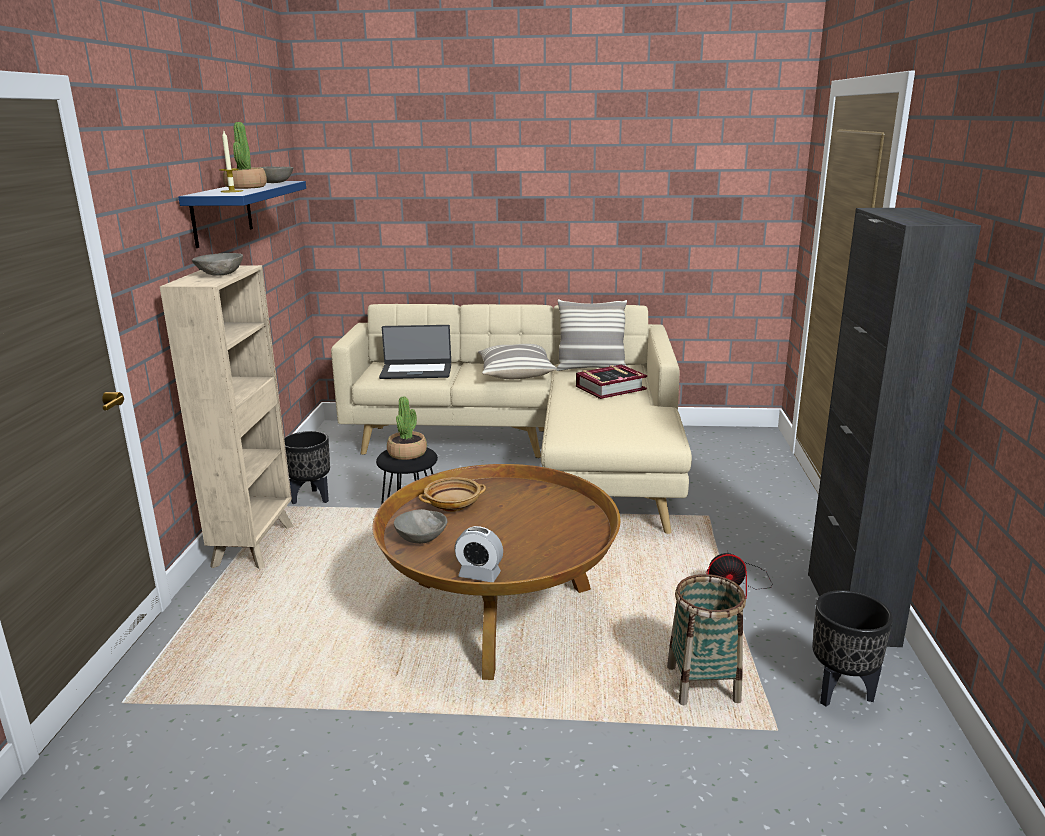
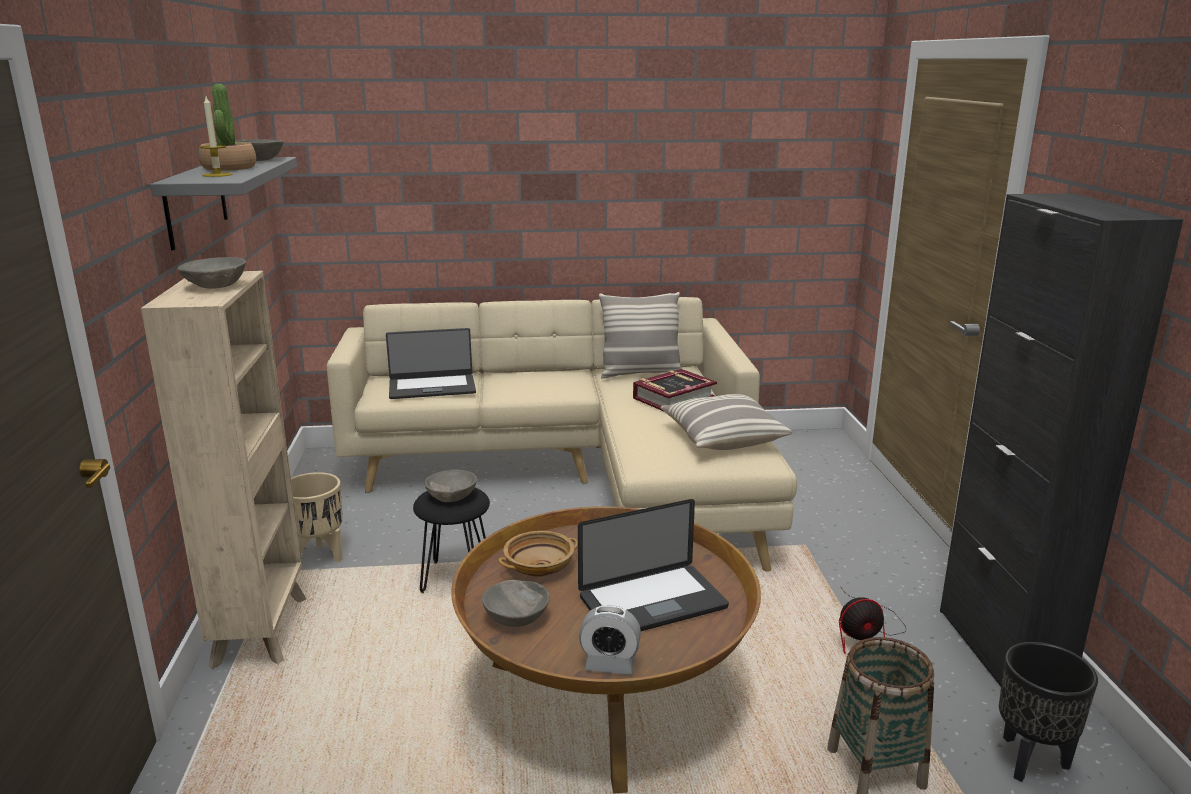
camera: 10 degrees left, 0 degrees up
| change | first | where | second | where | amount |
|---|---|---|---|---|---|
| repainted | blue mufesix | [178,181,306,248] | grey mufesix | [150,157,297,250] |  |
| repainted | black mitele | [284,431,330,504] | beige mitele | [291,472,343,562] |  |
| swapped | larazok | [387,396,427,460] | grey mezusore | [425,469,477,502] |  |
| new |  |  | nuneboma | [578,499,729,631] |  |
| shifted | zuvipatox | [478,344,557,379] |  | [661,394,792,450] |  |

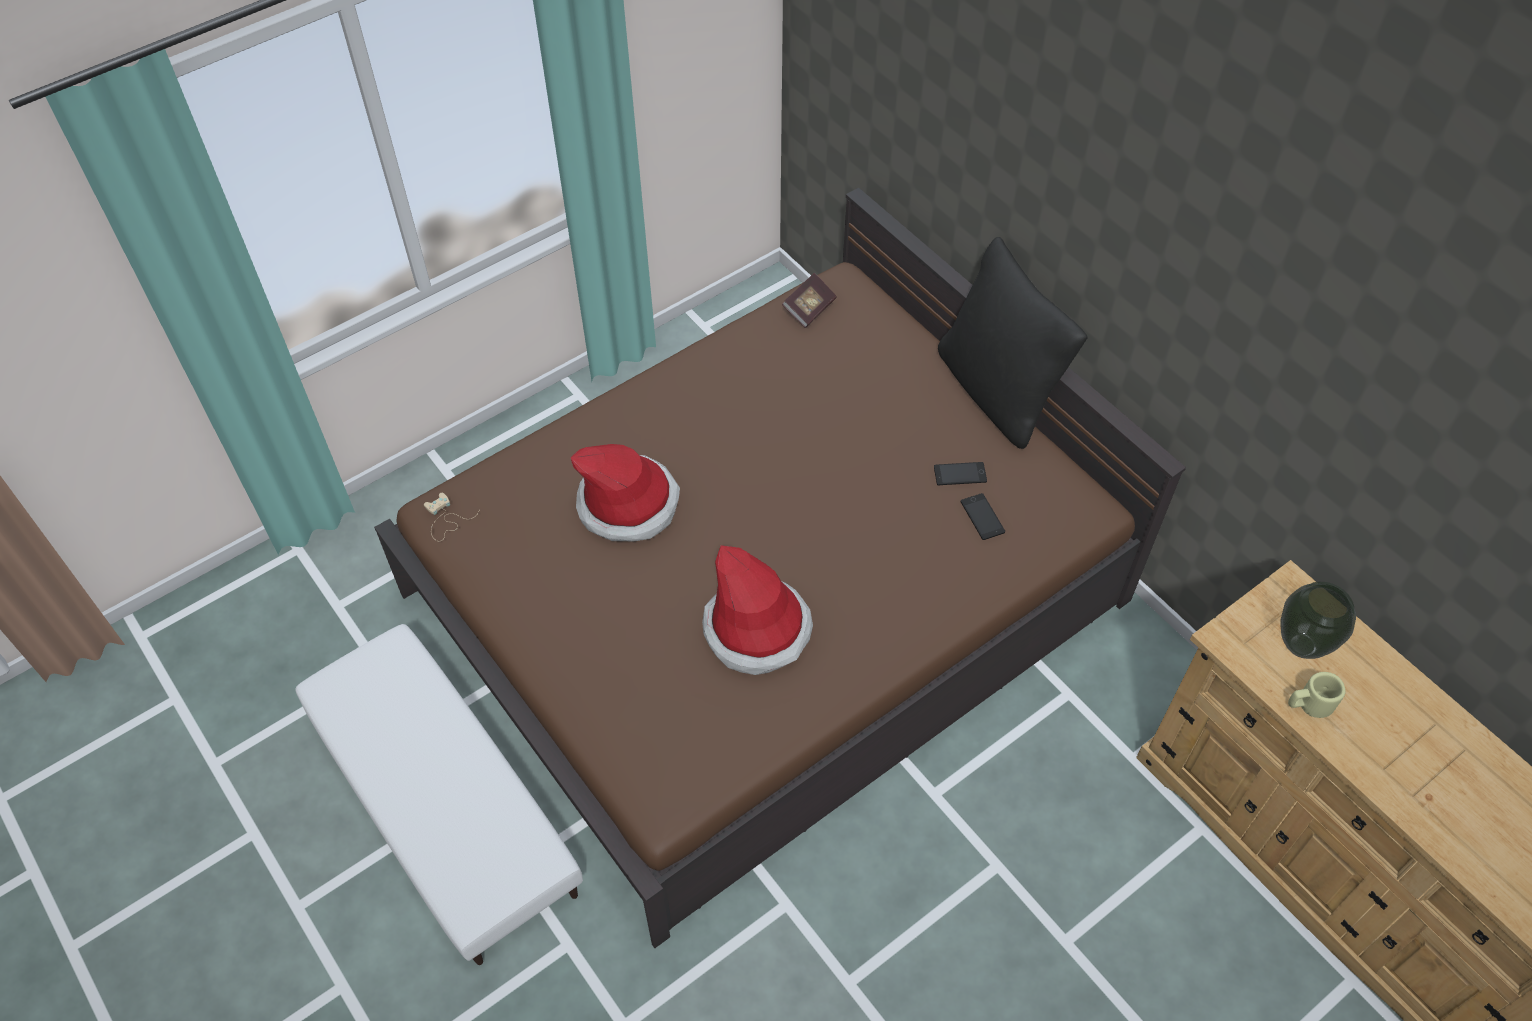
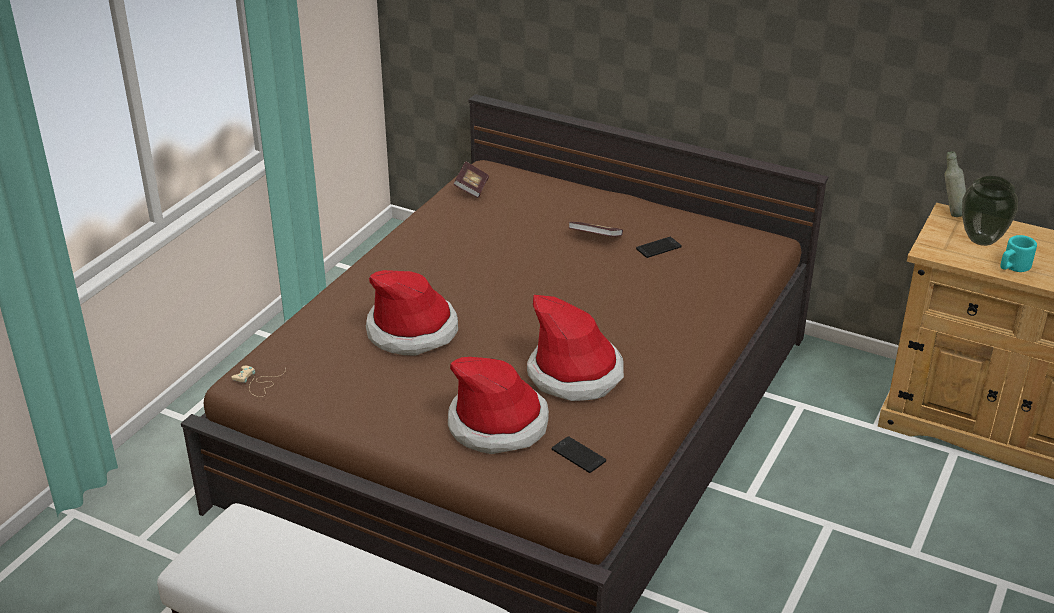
camera: 25 degrees left, 20 degrees down
| change | first | where | second | where | amount |
|---|---|---|---|---|---|
| new |  |  | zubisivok | [448,357,549,454] |  |
| shifted | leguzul | [961,493,1005,540] |  | [552,436,606,473] |  |
| new |  |  | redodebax | [568,222,623,237] |  |
| new |  |  | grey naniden | [944,151,966,217] |  |
| repainted | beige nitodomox | [1288,672,1346,718] | turquoise nitodomox | [1000,235,1037,272] |  |
| gone | black zuvipatox | [938,237,1088,449] |  |  |  |

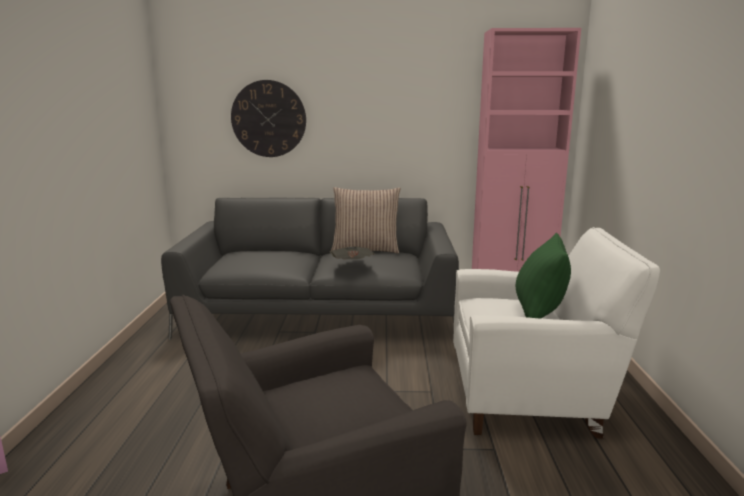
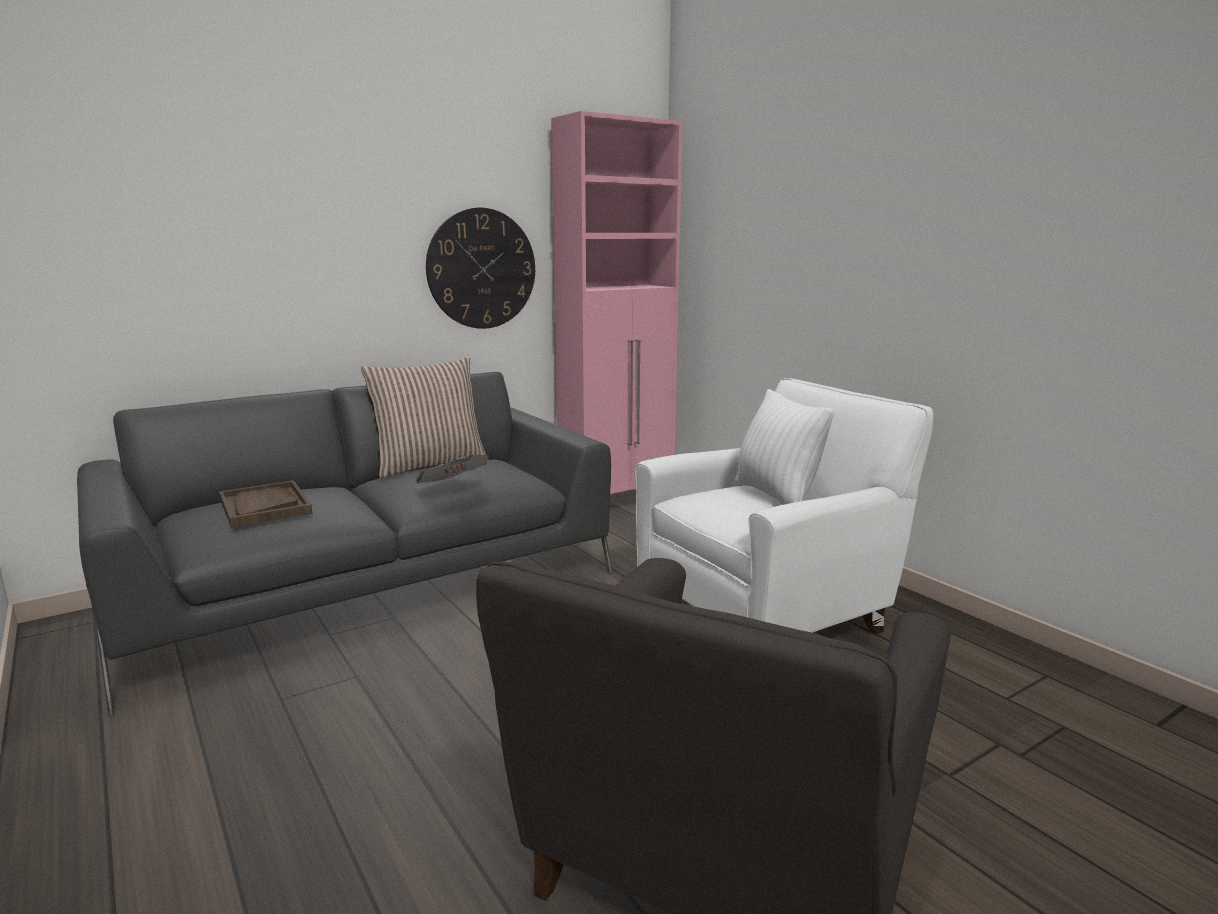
camera: 35 degrees left, 0 degrees up
| change | first | where | second | where | amount |
|---|---|---|---|---|---|
| new |  |  | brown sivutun | [219,480,313,528] |  |
| shifted | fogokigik | [231,80,306,157] |  | [426,208,535,329] |  |
| repainted | green zuvipatox | [516,233,571,318] | white zuvipatox | [735,389,834,505] |  |

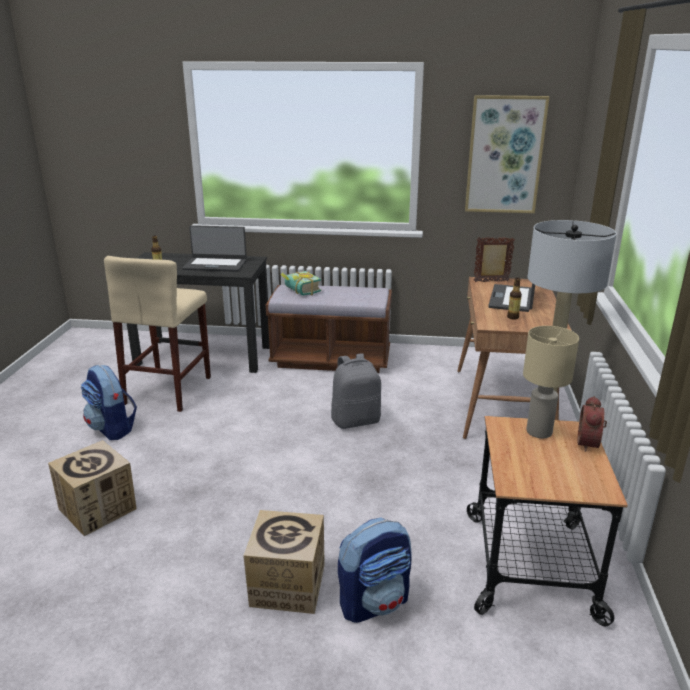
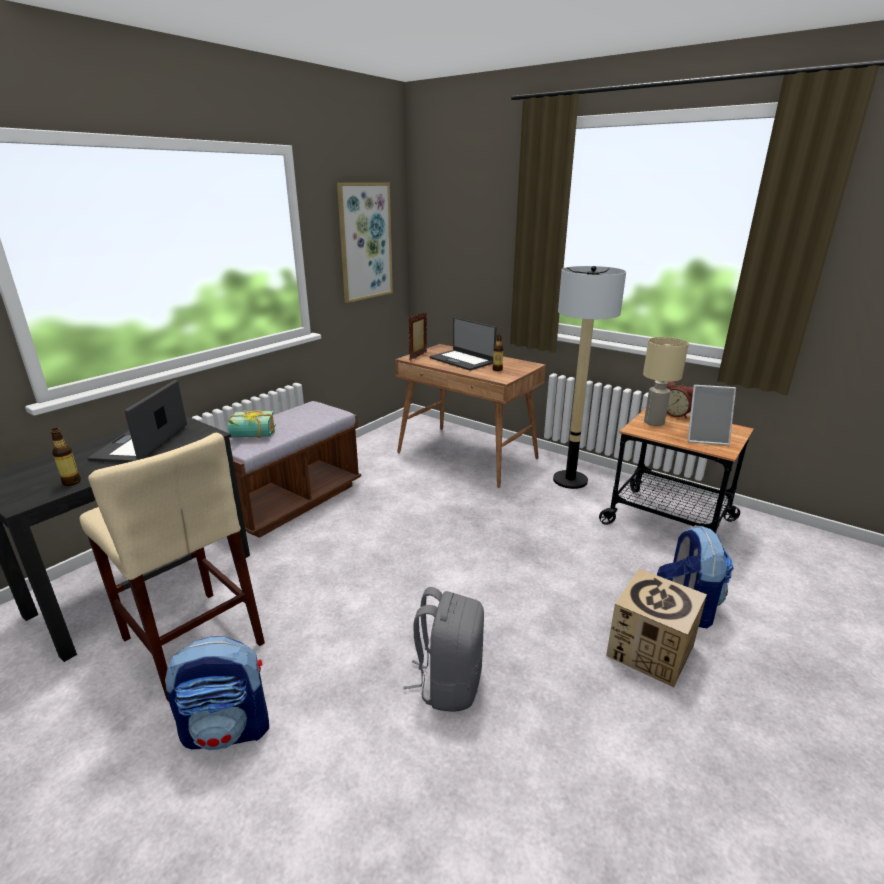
camera: 60 degrees left, 0 degrees up
| change | first | where | second | where | amount |
|---|---|---|---|---|---|
| rotated | nuneboma | [182,225,247,272] |  | [87,380,187,463] | 150 degrees clockwise |
| shifted | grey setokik | [331,353,381,429] |  | [403,587,484,712] |  |
| new |  |  | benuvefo | [688,385,736,446] |  |
| gone | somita | [48,440,137,536] |  |  |  |

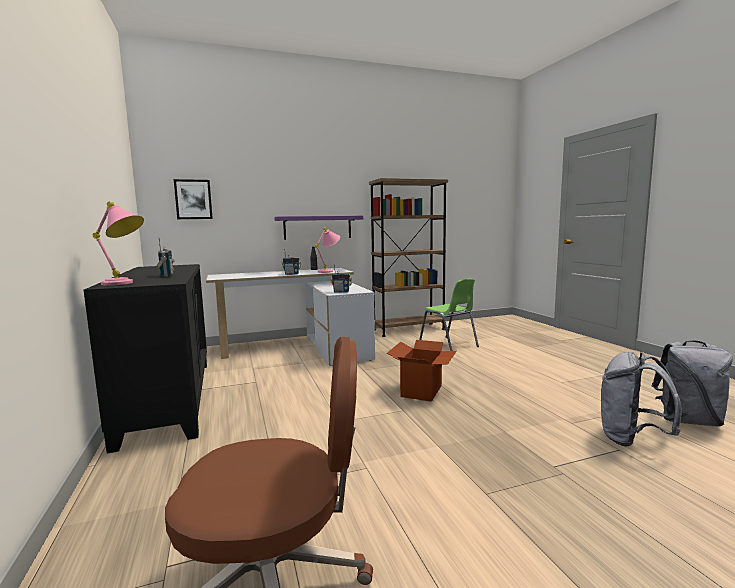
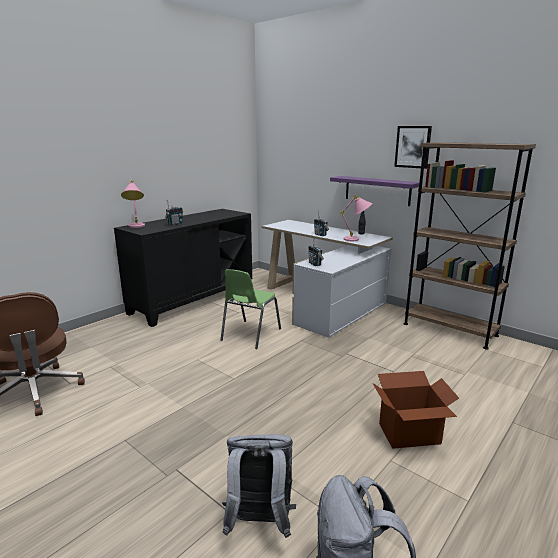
camera: 60 degrees right, 10 degrees up
| change | first | where | second | where | amount |
|---|---|---|---|---|---|
| shifted | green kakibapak | [419,279,479,351] |  | [220,269,281,349] |  |
| shifted | somita | [387,340,457,402] |  | [372,371,459,449] |  |
| shifted | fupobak | [174,179,213,219] |  | [394,126,432,169] |  |

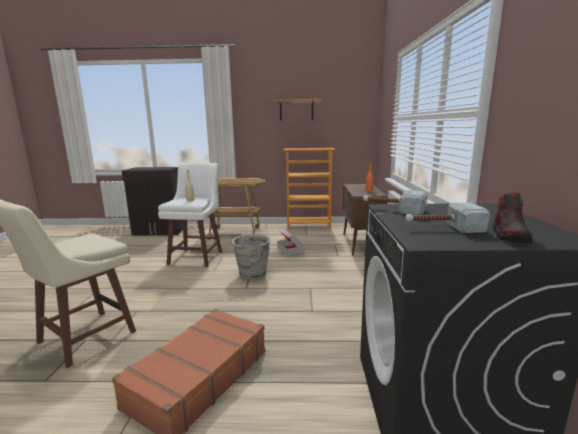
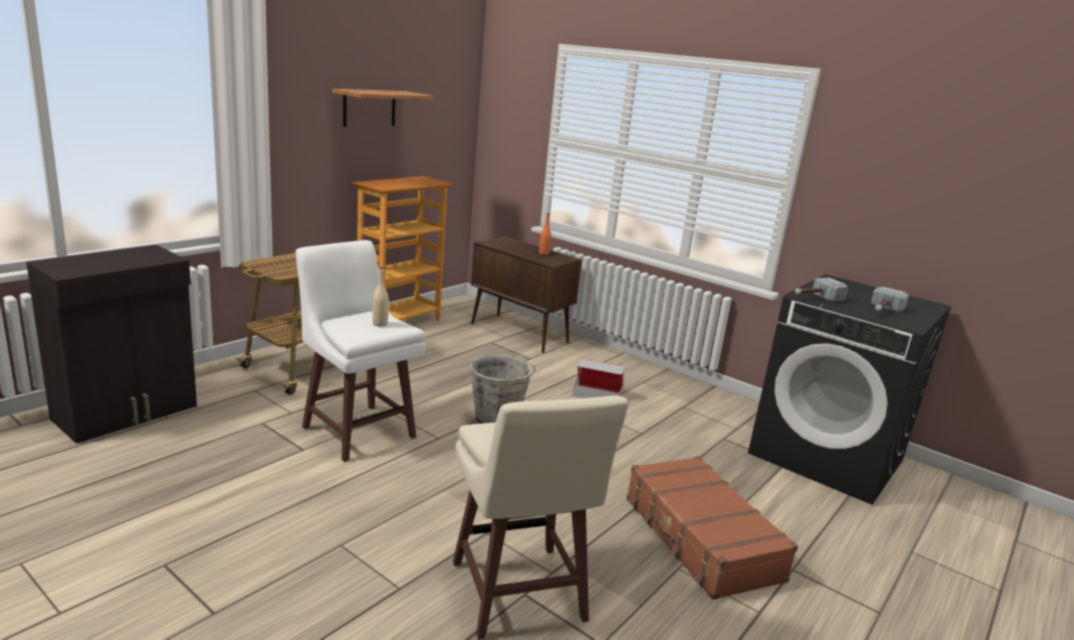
camera: 55 degrees left, 5 degrees up
| change | first | where | second | where | amount |
|---|---|---|---|---|---|
| shifted | somita | [277,227,304,256] |  | [572,358,625,398] |  |
| gone | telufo | [493,193,533,244] |  |  |  |

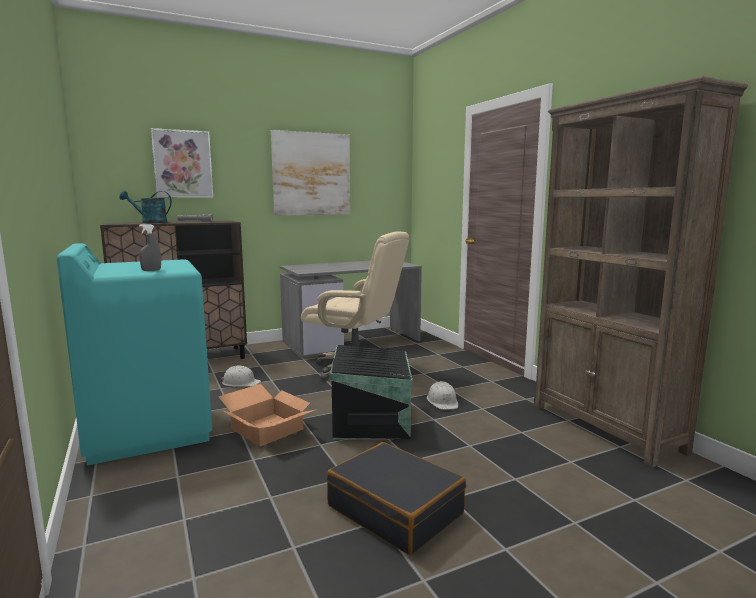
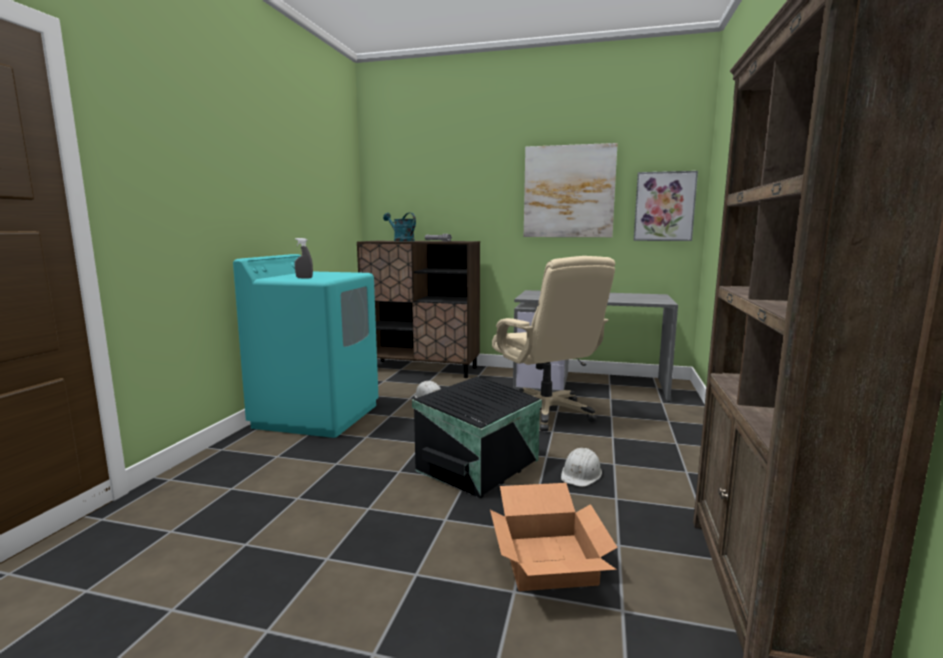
camera: 40 degrees right, 0 degrees up
| change | first | where | second | where | amount |
|---|---|---|---|---|---|
| shifted | somita | [218,384,315,447] |  | [490,483,618,591] |  |
| shifted | fupobak | [151,128,214,198] |  | [634,171,698,241] |  |
| gone | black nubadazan | [326,442,466,555] |  |  |  |

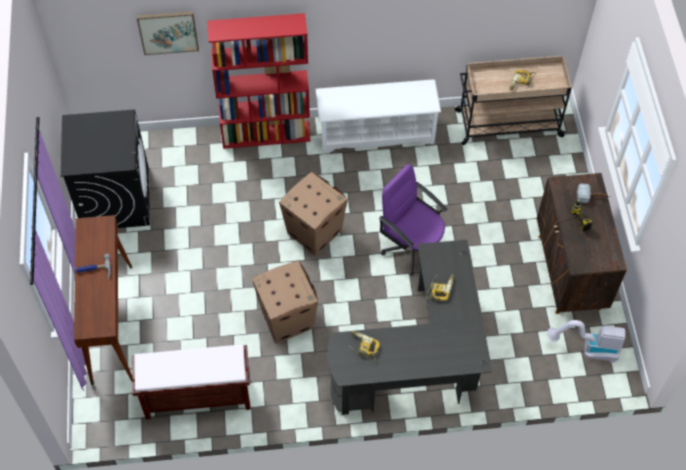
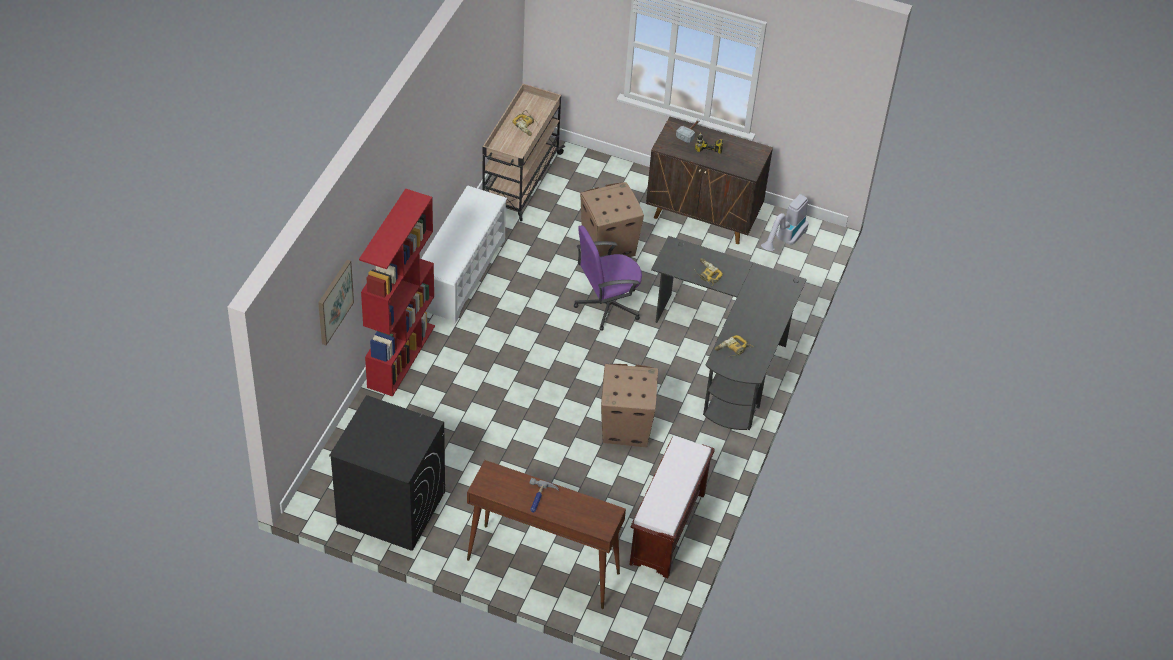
camera: 65 degrees left, 10 degrees down
| change | first | where | second | where | amount |
|---|---|---|---|---|---|
| shifted | somita | [279,172,348,256] |  | [580,182,644,257] |  |

